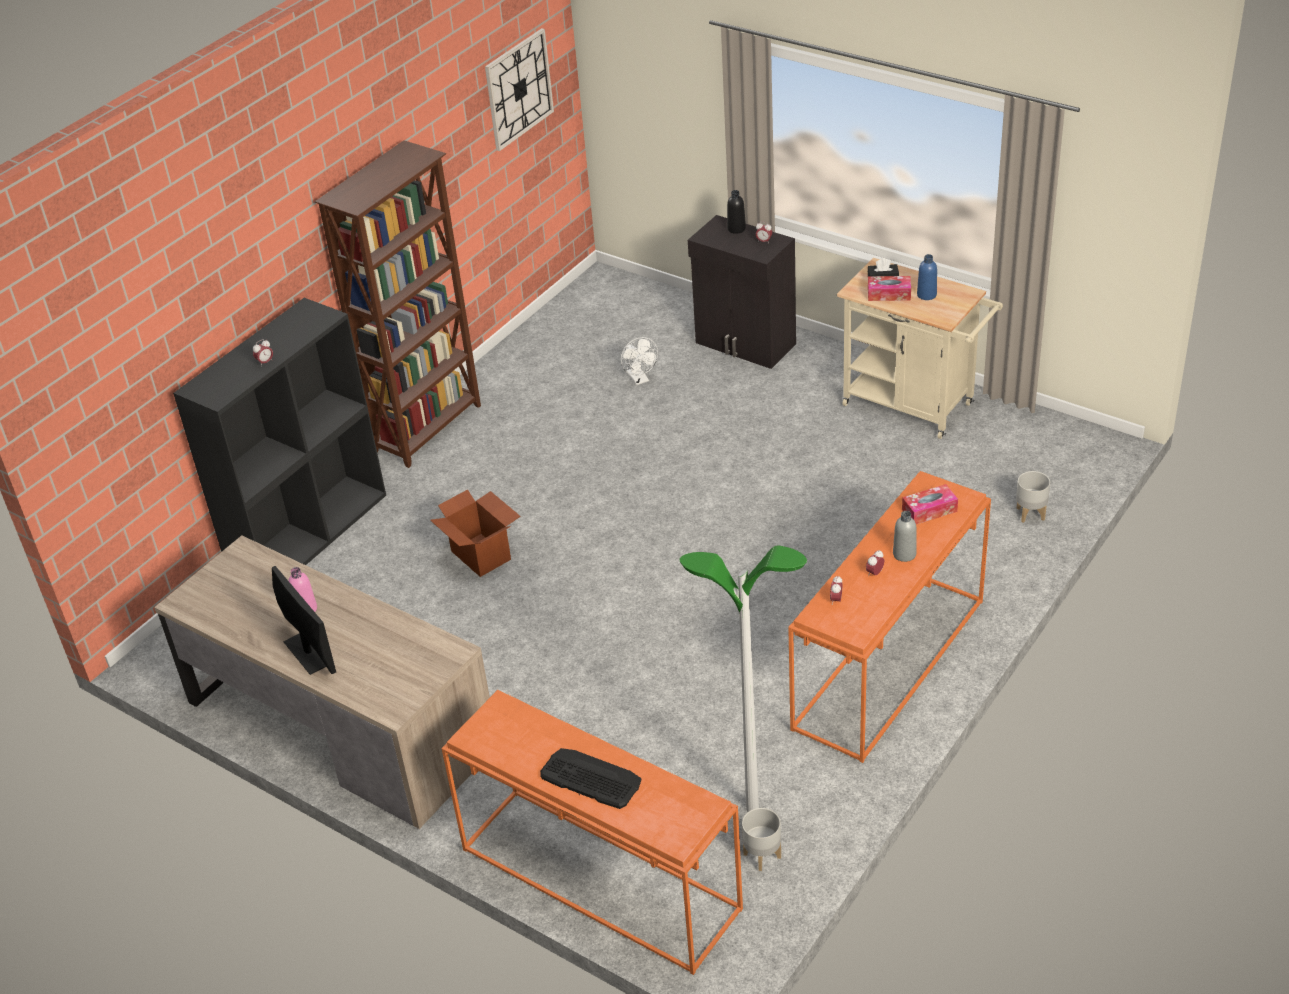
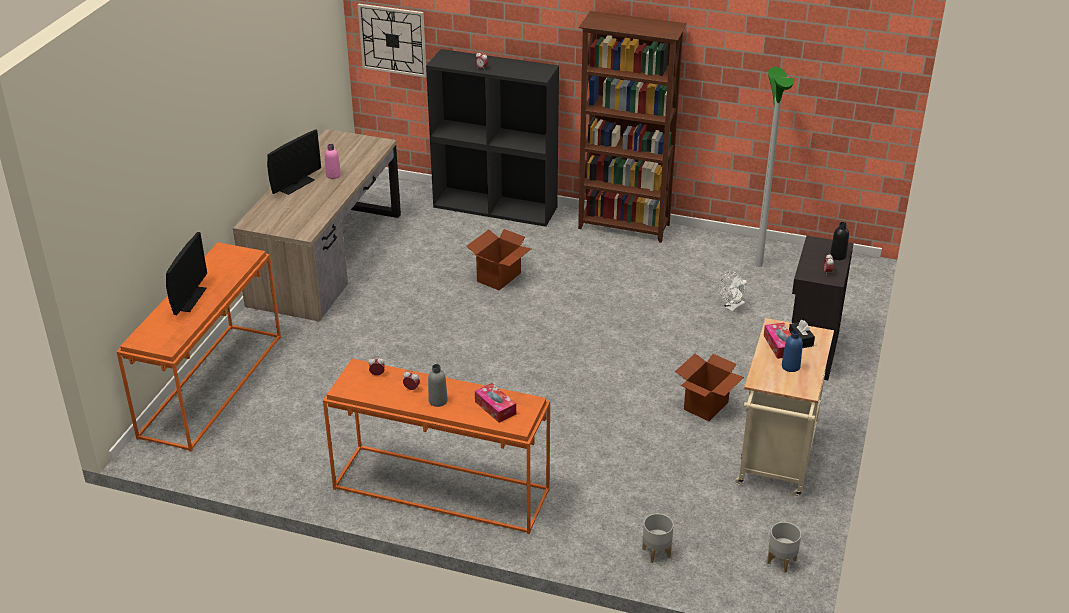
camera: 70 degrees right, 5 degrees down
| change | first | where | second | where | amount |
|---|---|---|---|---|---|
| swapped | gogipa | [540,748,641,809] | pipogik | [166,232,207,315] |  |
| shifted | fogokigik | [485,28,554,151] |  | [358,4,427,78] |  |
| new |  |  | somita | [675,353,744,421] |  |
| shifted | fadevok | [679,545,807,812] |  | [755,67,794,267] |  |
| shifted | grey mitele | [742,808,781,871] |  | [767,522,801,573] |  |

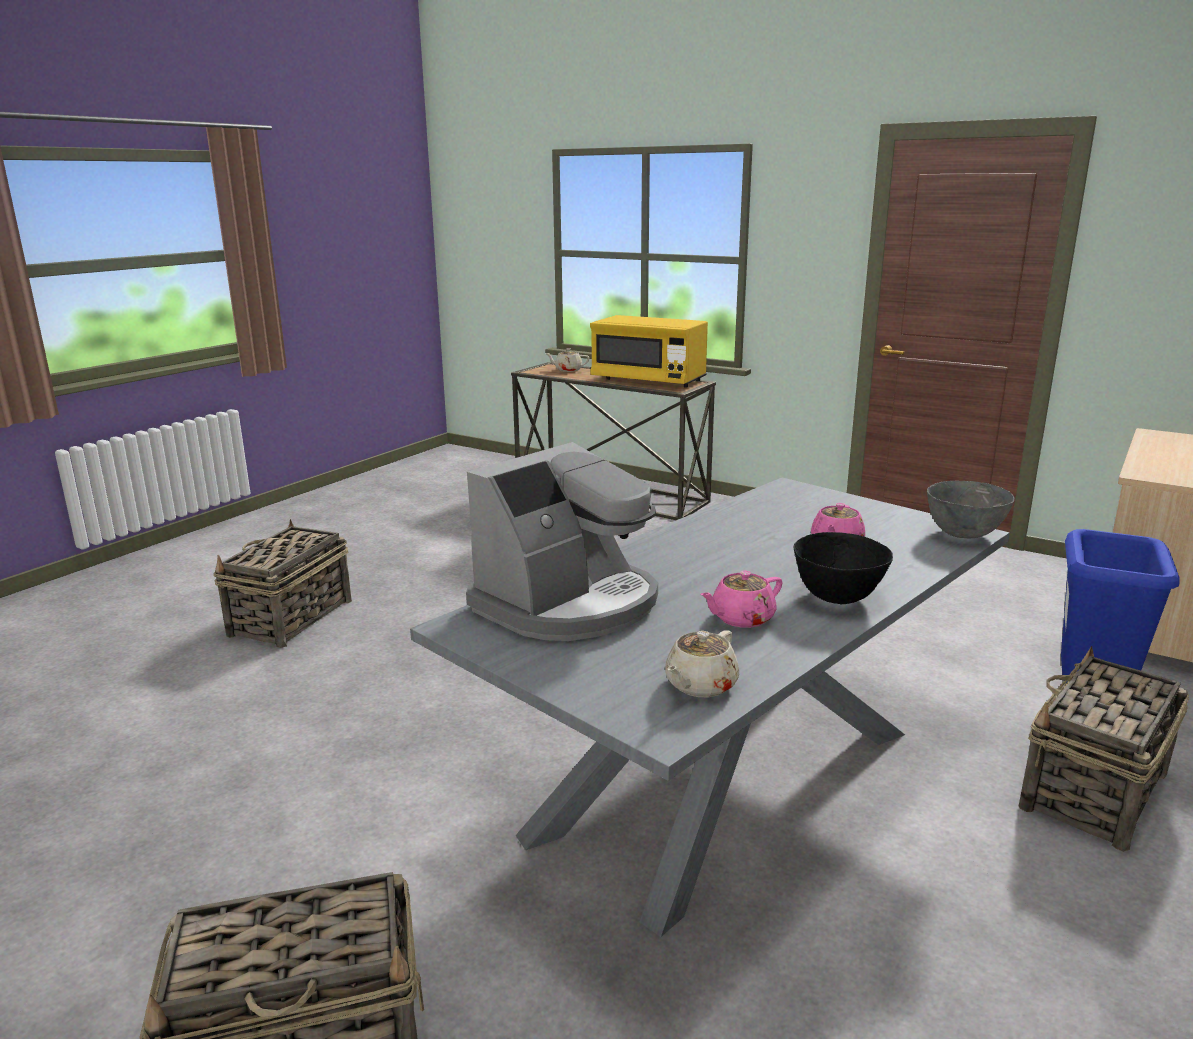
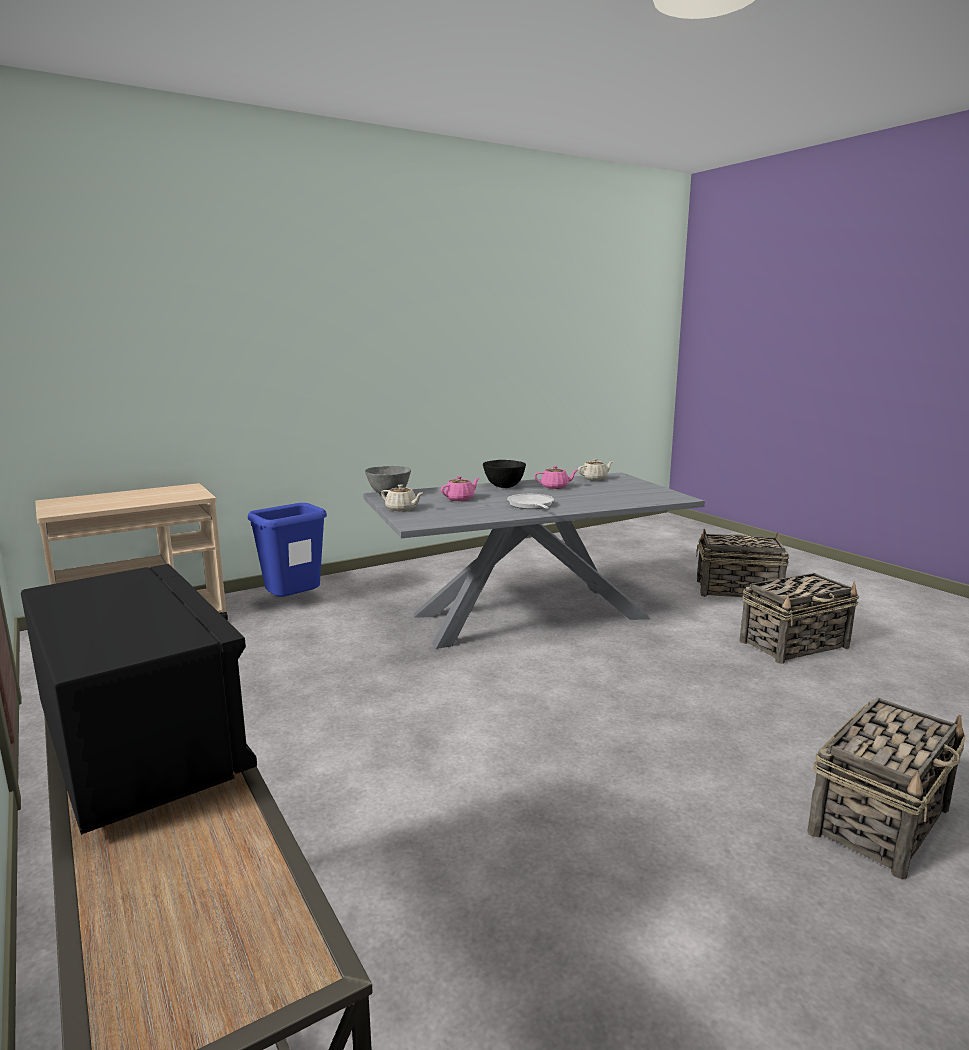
camera: 155 degrees left, 5 degrees down
| change | first | where | second | where | amount |
|---|---|---|---|---|---|
| repainted | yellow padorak | [590,315,708,387] | black padorak | [21,564,257,835] |  |
| shifted | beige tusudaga | [546,348,589,372] |  | [381,485,423,511] |  |
| new |  |  | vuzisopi | [507,494,554,509] |  |
| shifted | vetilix | [1019,646,1189,852] |  | [739,573,859,664] |  |
| gone | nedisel | [466,442,658,641] |  |  |  |

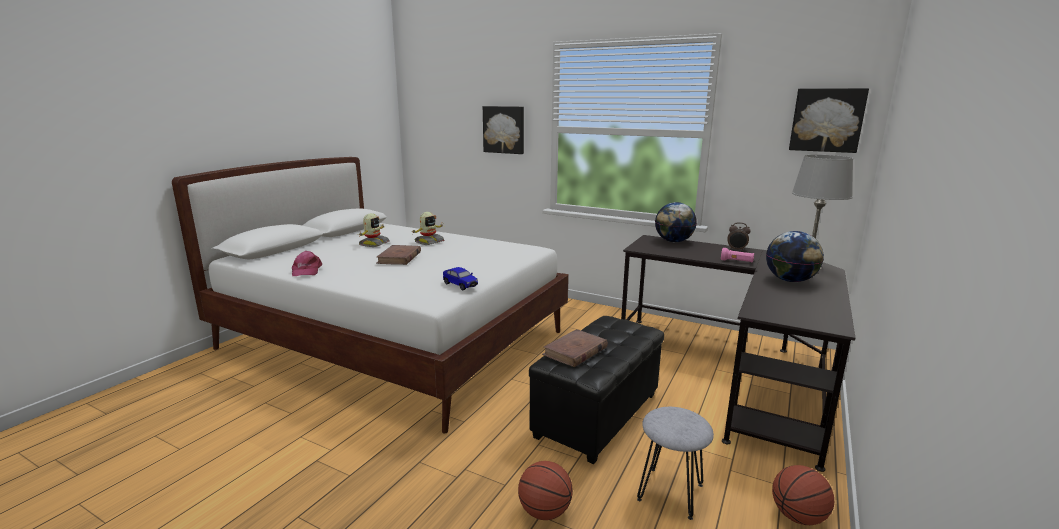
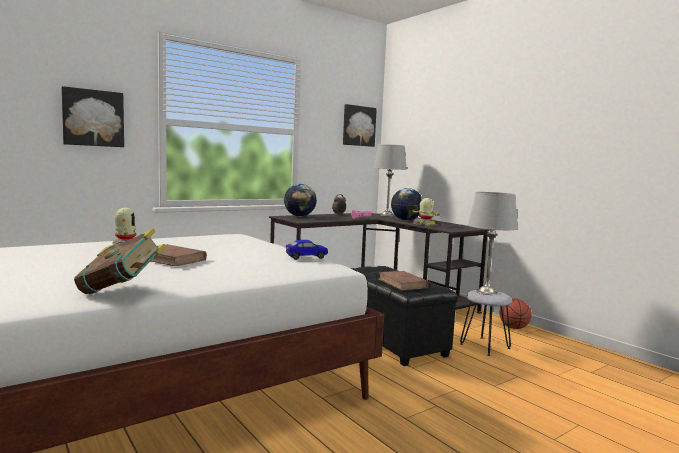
camera: 65 degrees left, 10 degrees down
| change | first | where | second | where | amount |
|---|---|---|---|---|---|
| swapped | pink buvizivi | [292,251,323,276] | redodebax | [74,229,166,294] |  |
| shifted | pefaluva | [359,213,390,247] |  | [412,198,441,226] |  |
| new |  |  | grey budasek | [468,192,518,295] |  |
| gone | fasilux | [518,461,573,520] |  |  |  |

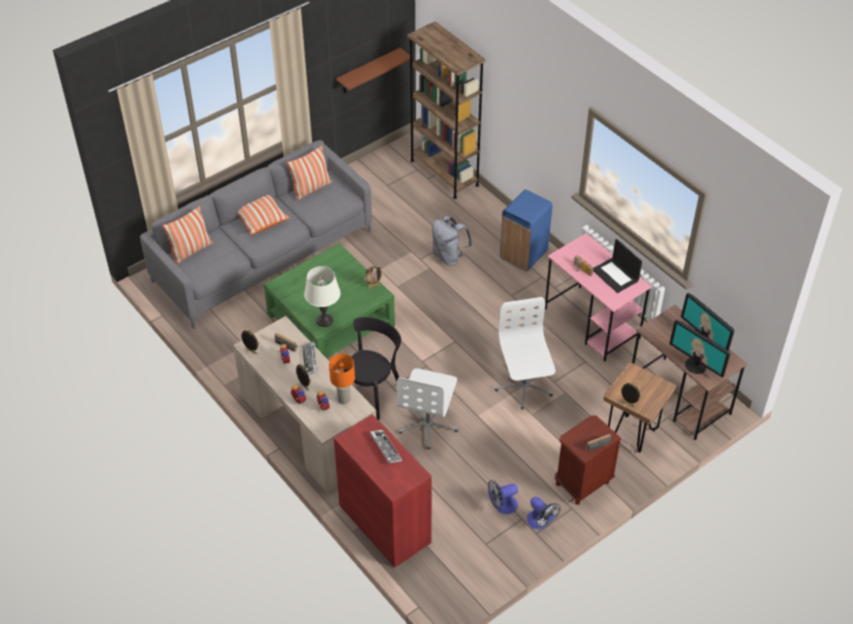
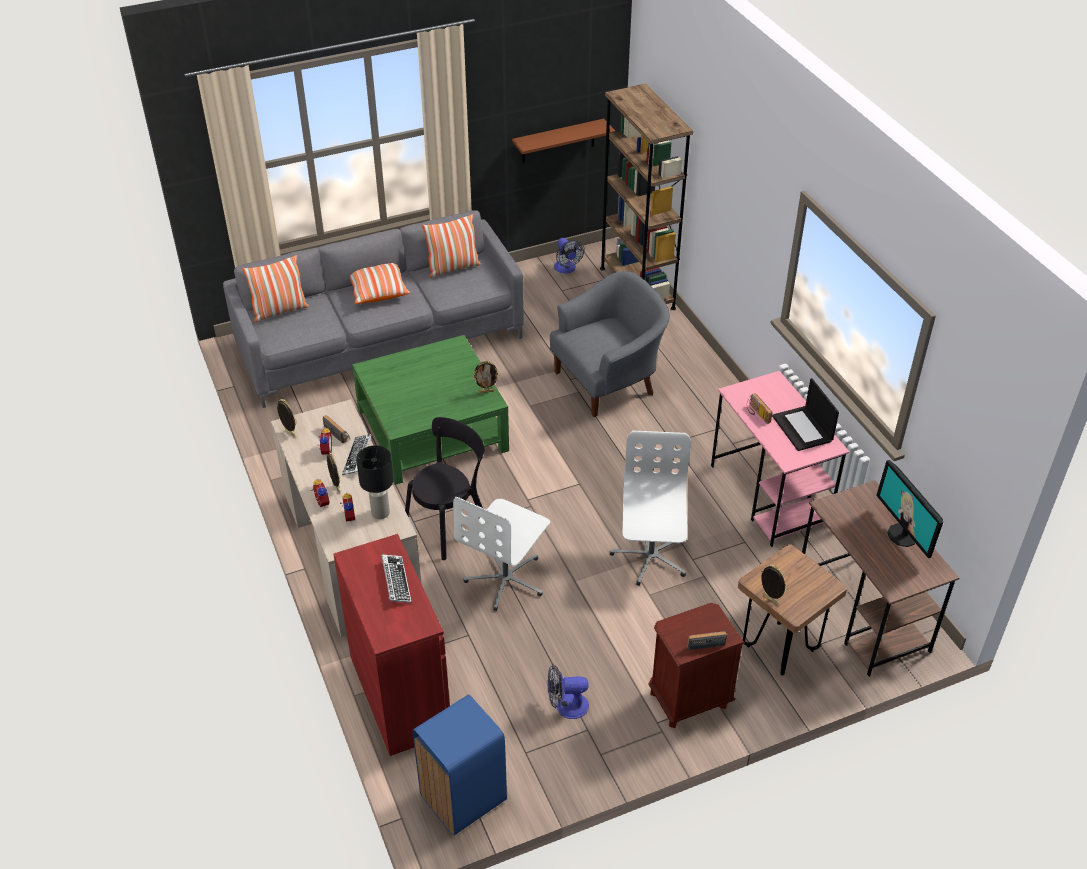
camera: 15 degrees right, 5 degrees down
| change | first | where | second | where | amount |
|---|---|---|---|---|---|
| repainted | orange budasek | [329,354,355,404] | black budasek | [356,445,394,519] |  |
| shifted | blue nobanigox | [500,190,552,272] |  | [413,694,507,836] |  |
| swapped | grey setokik | [432,216,472,266] | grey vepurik | [550,271,670,417] |  |
| shifted | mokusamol | [527,497,560,530] |  | [554,238,585,274] |  |
| gone | white budasek | [304,266,341,327] |  |  |  |
| gone | pipogik | [669,320,730,378] |  |  |  |

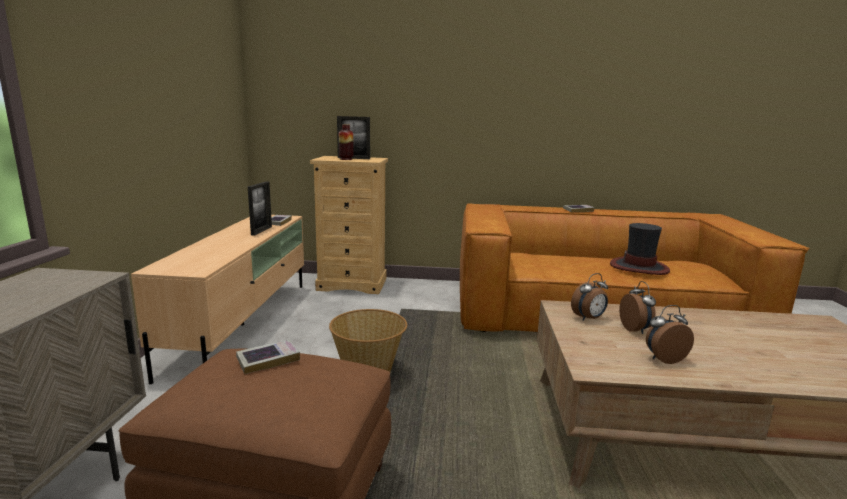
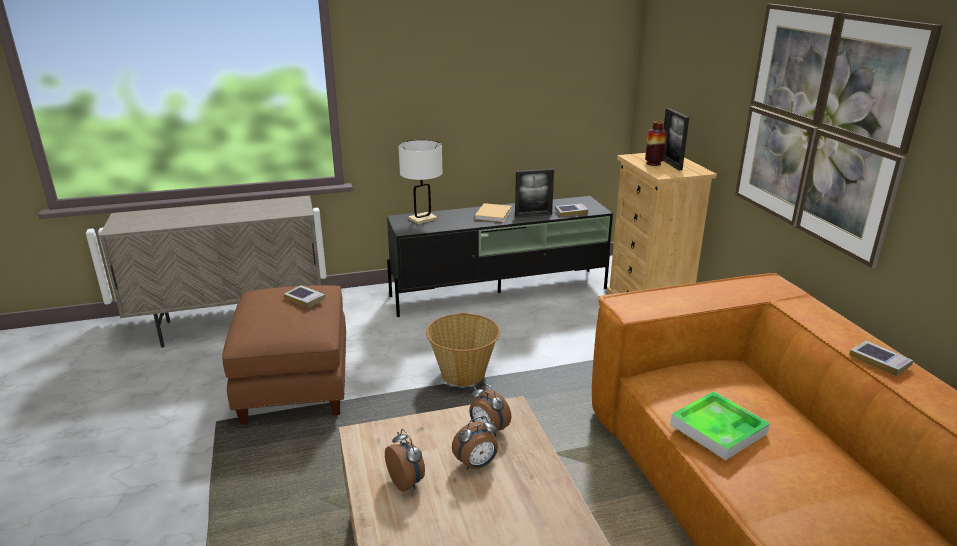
camera: 70 degrees right, 10 degrees up
| change | first | where | second | where | amount |
|---|---|---|---|---|---|
| repainted | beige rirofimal | [131,215,304,384] | black rirofimal | [387,196,613,317] |  |
| new |  |  | white budasek | [398,140,443,224] |  |
| new |  |  | beige redodebax | [475,203,512,222] |  |
| new |  |  | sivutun | [670,391,770,460] |  |
| new |  |  | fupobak | [735,4,943,268] |  |
| gone | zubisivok | [610,223,670,275] |  |  |  |

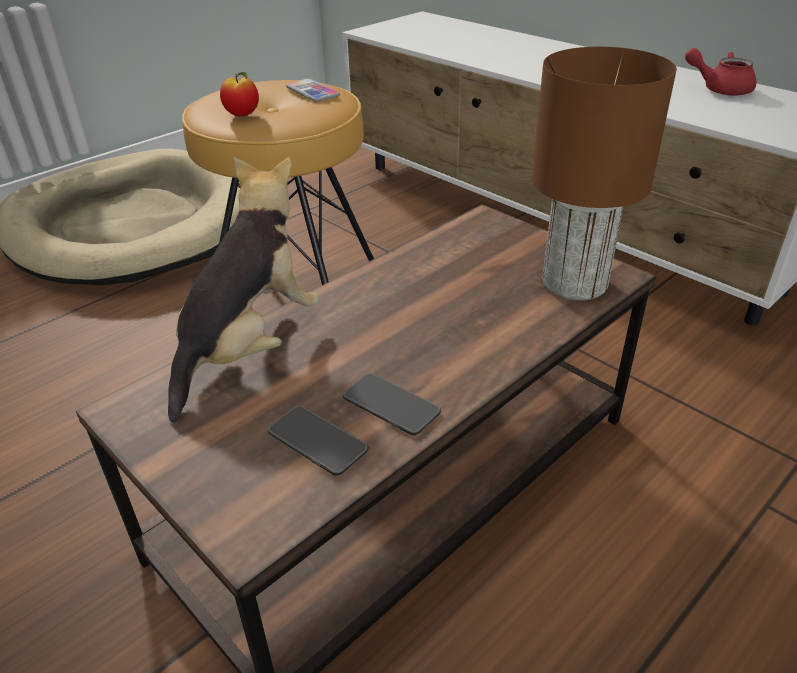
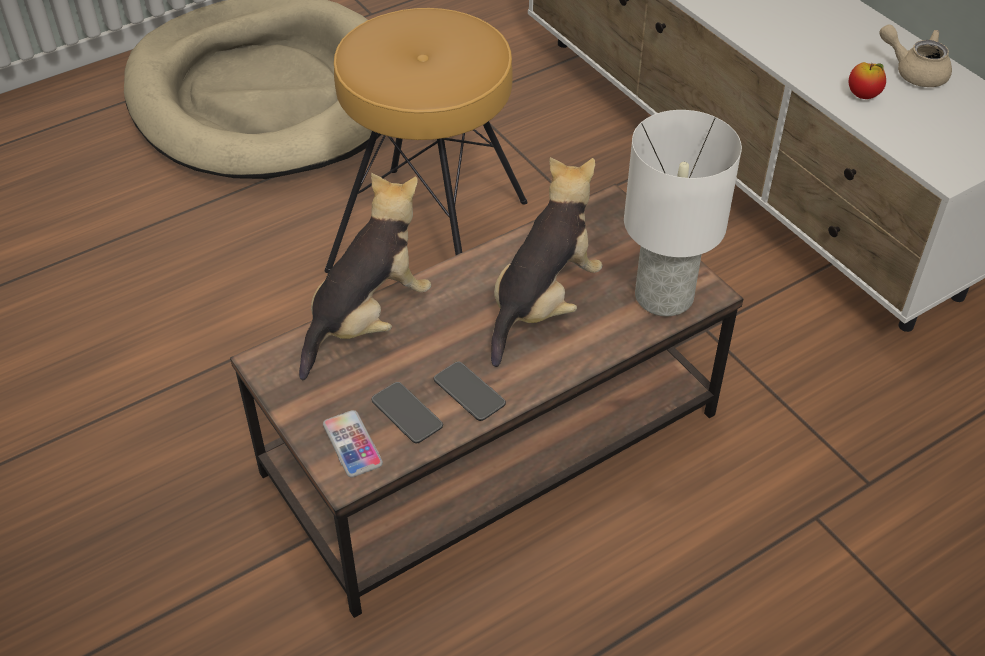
camera: 10 degrees right, 10 degrees up
| change | first | where | second | where | amount |
|---|---|---|---|---|---|
| shifted | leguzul | [286,79,340,102] |  | [323,410,383,477] |  |
| new |  |  | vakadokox | [491,157,602,367] |  |
| repainted | brown budasek | [532,47,677,301] | white budasek | [624,110,742,316] |  |
| shifted | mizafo | [220,72,259,117] |  | [849,62,886,99] |  |
| repainted | red tusudaga | [685,48,756,96] | beige tusudaga | [879,25,952,87] |  |

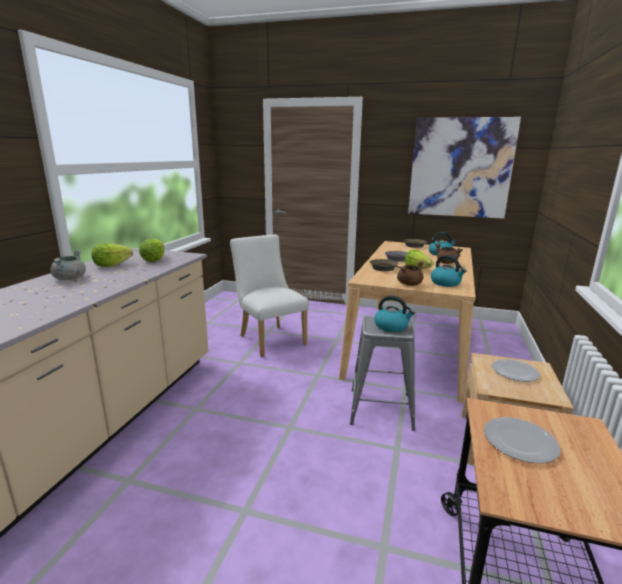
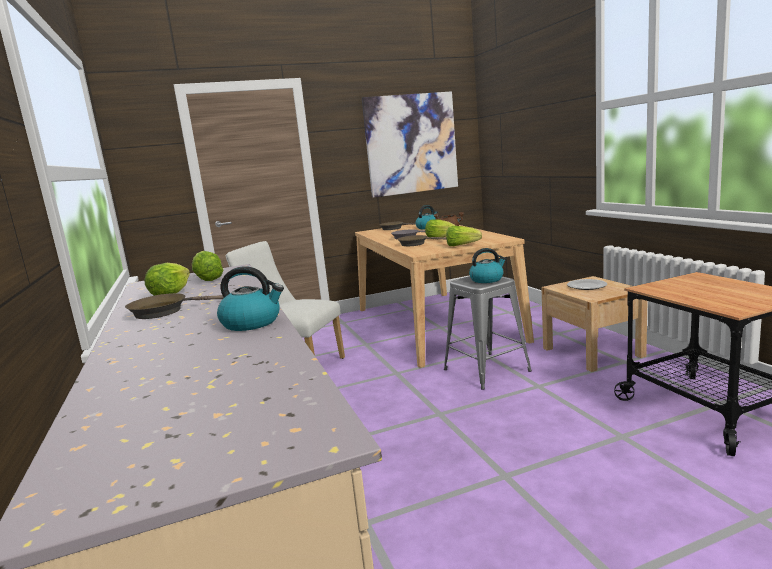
camera: 35 degrees left, 5 degrees down
| change | first | where | second | where | amount |
|---|---|---|---|---|---|
| swapped | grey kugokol | [50,250,86,280] | brown vuzisopi | [125,293,225,319] |  |
| shifted | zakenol | [431,255,467,287] |  | [217,266,284,331] |  |
| swapped | brown kugokol | [397,261,424,286] | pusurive | [446,226,482,246] |  |
| gone | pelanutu | [484,417,560,463] |  |  |  |

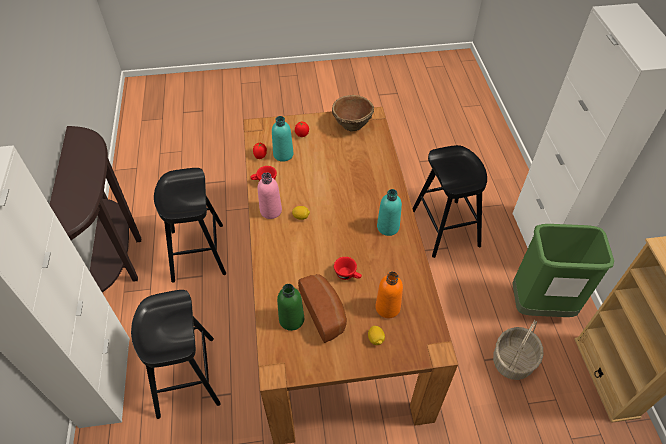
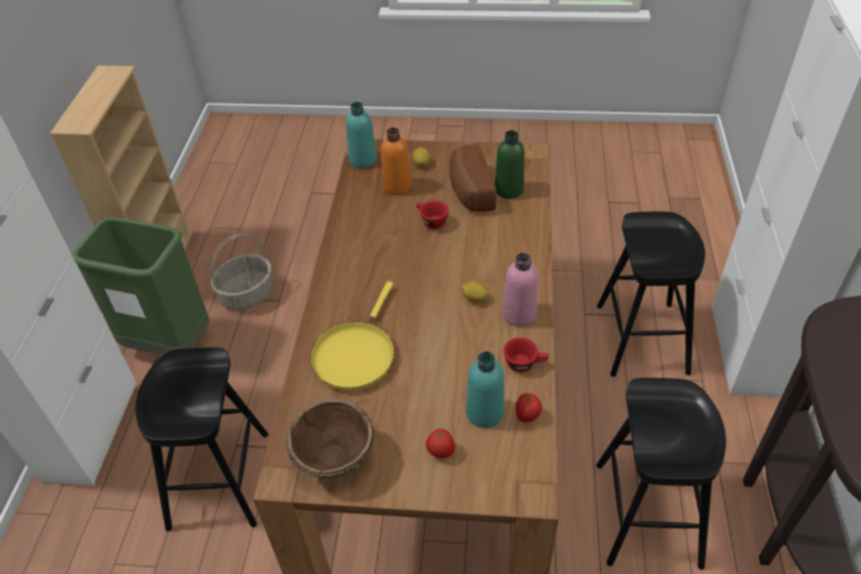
camera: 165 degrees left, 5 degrees down
| change | first | where | second | where | amount |
|---|---|---|---|---|---|
| new |  |  | yellow vuzisopi | [310,281,395,391] |  |
| shifted | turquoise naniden | [377,189,402,236] |  | [346,102,377,168] |  |

